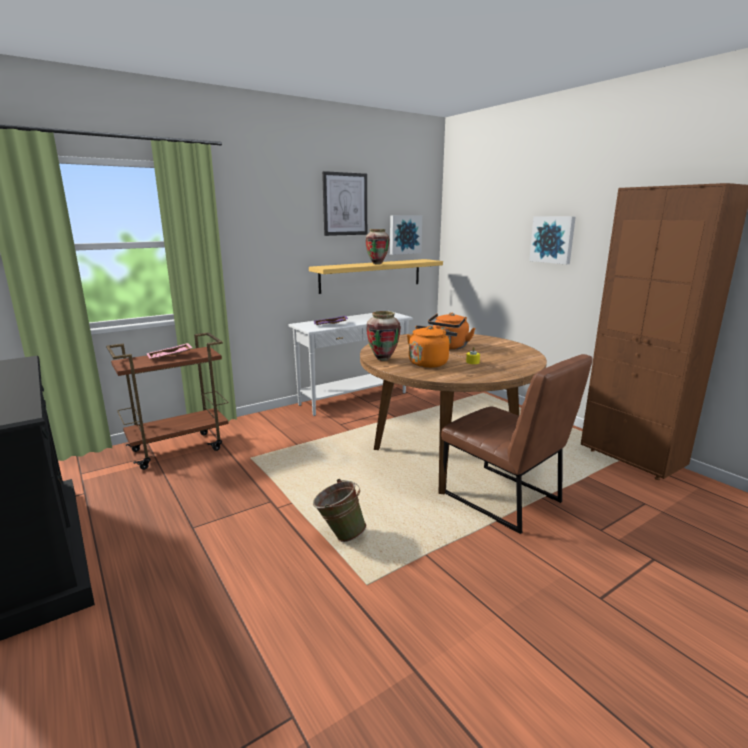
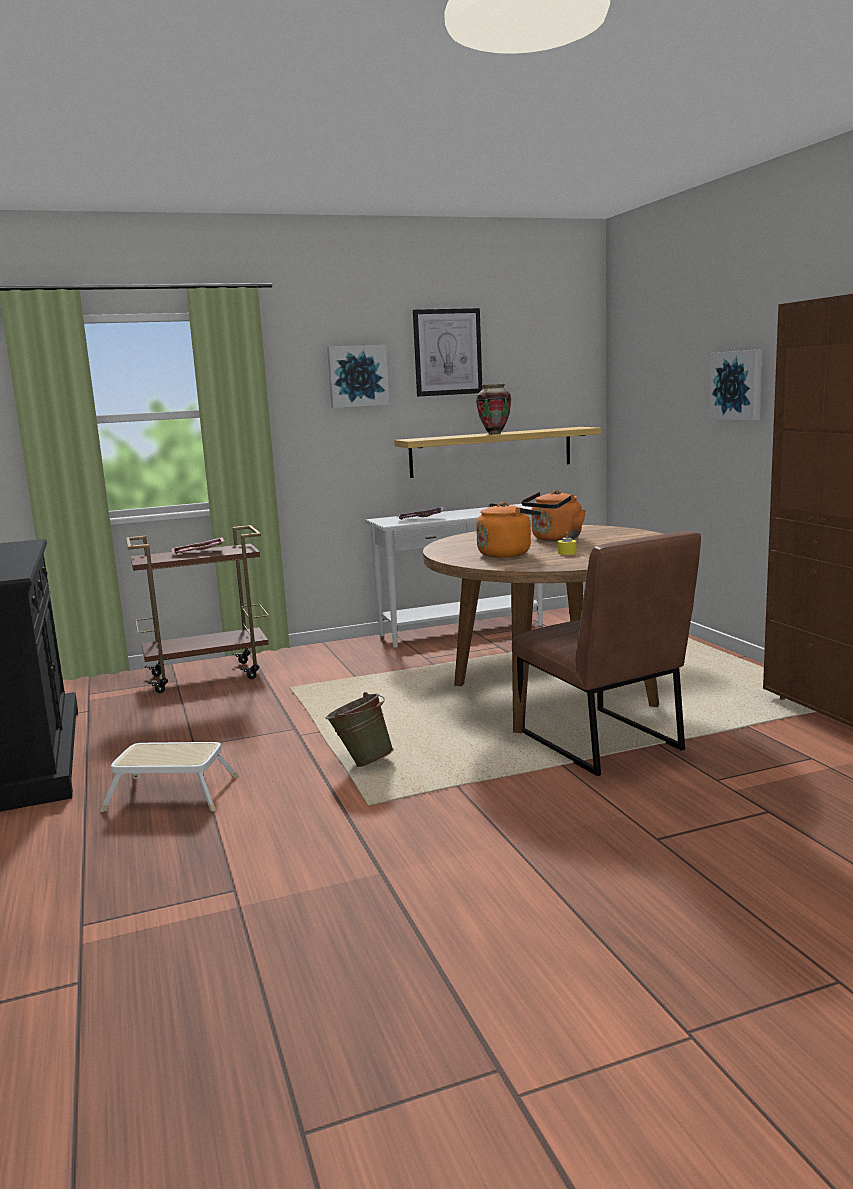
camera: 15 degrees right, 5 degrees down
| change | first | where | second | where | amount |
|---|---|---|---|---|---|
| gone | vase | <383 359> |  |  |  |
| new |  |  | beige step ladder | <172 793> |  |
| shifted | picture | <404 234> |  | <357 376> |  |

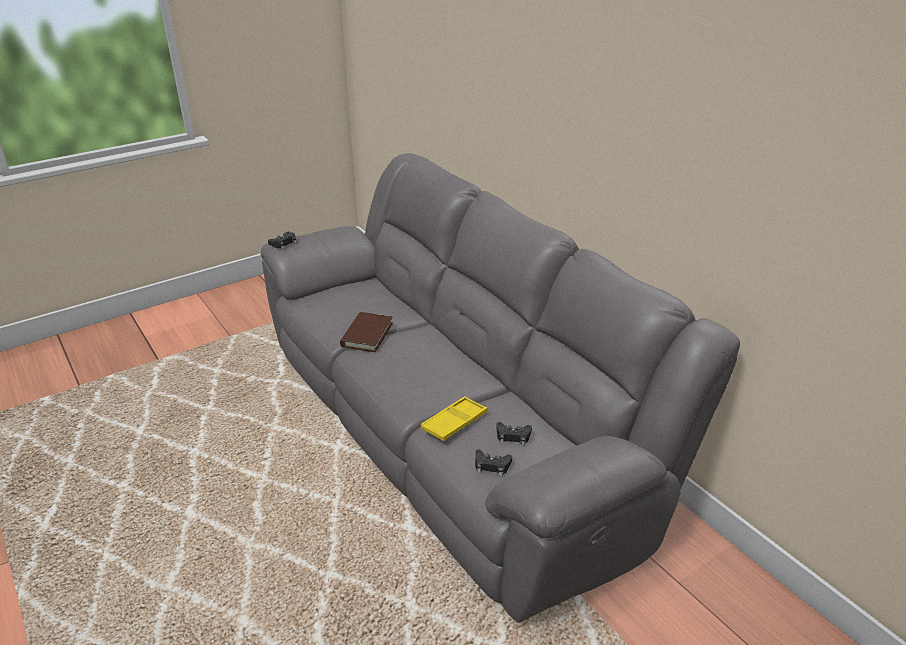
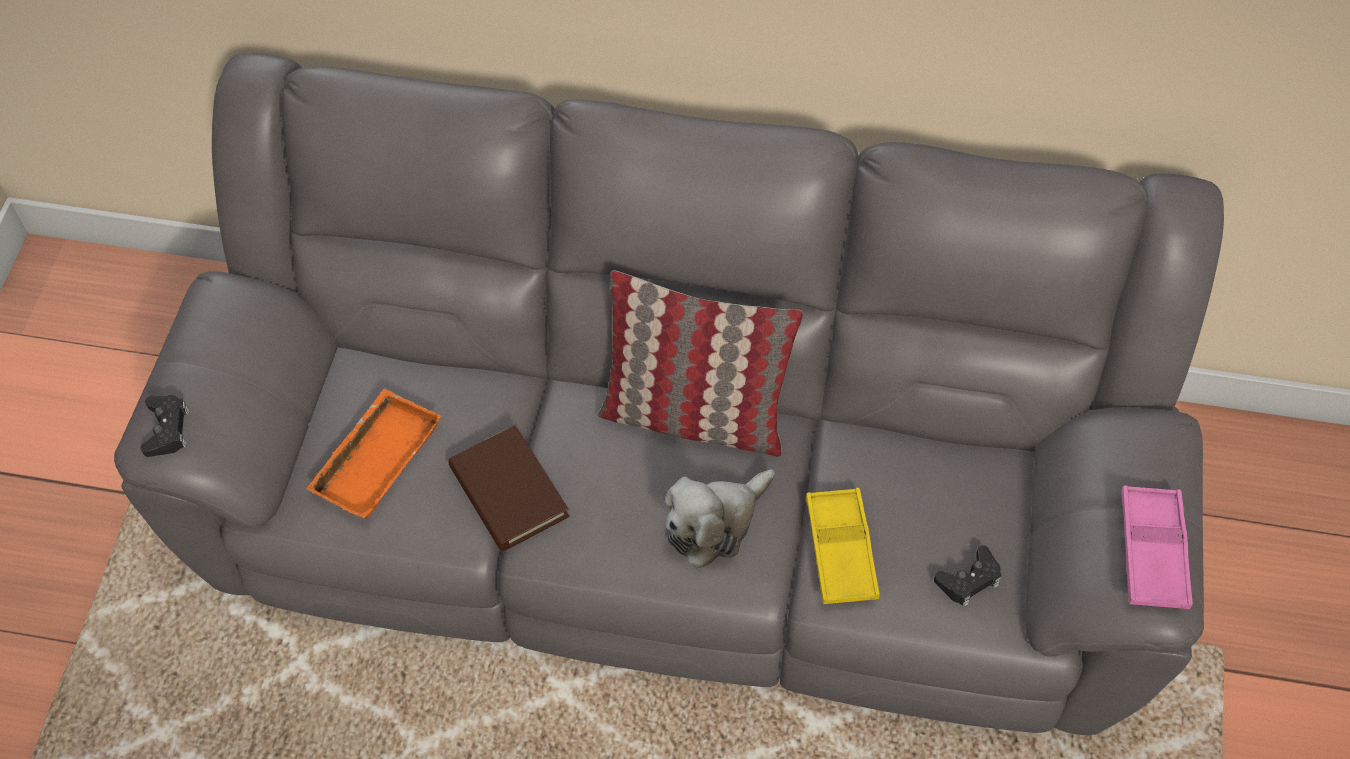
camera: 45 degrees left, 25 degrees up
| change | first | where | second | where | amount |
|---|---|---|---|---|---|
| gone | black game controller | <513 436> |  |  |  |
| new |  |  | orange tray | <375 457> |  |
| new |  |  | pillow | <694 415> |  |
| new |  |  | plush toy | <715 523> |  |
| new |  |  | pink tray | <1152 551> |  |

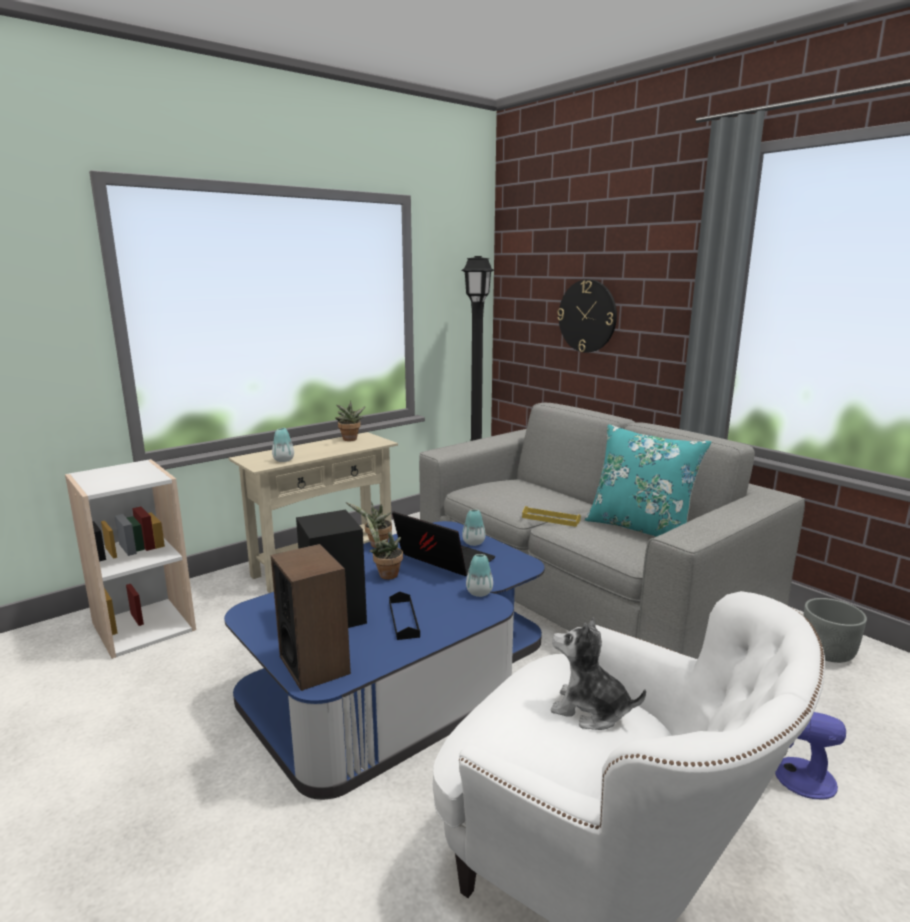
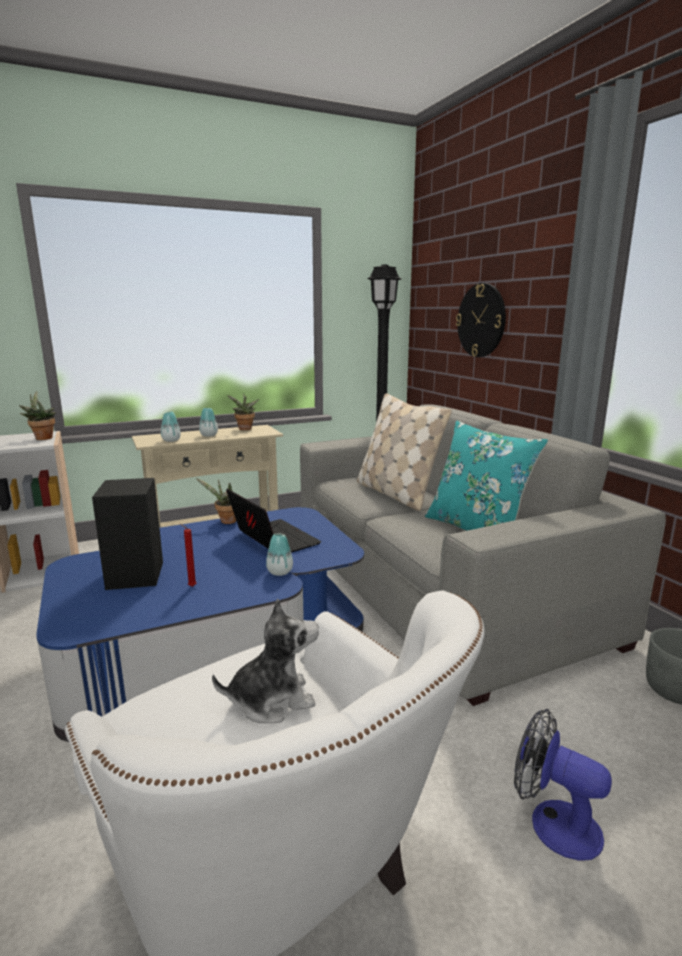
camera: 15 degrees right, 0 degrees up
| change | first | where | second | where | amount |
|---|---|---|---|---|---|
| gone | speaker | <314 664> |  |  |  |
| gone | yellow tray | <551 519> |  |  |  |
| new |  |  | beige pillow | <396 494> |  |
| shifted | potted plant | <385 575> |  | <42 438> |  |
| shifted | vase | <473 543> |  | <209 435> |  |
| swapped | black tray | <404 619> | red candle | <191 586> |  |
| rotated | plush toy | <590 710> |  | <272 700> | 120 degrees clockwise |

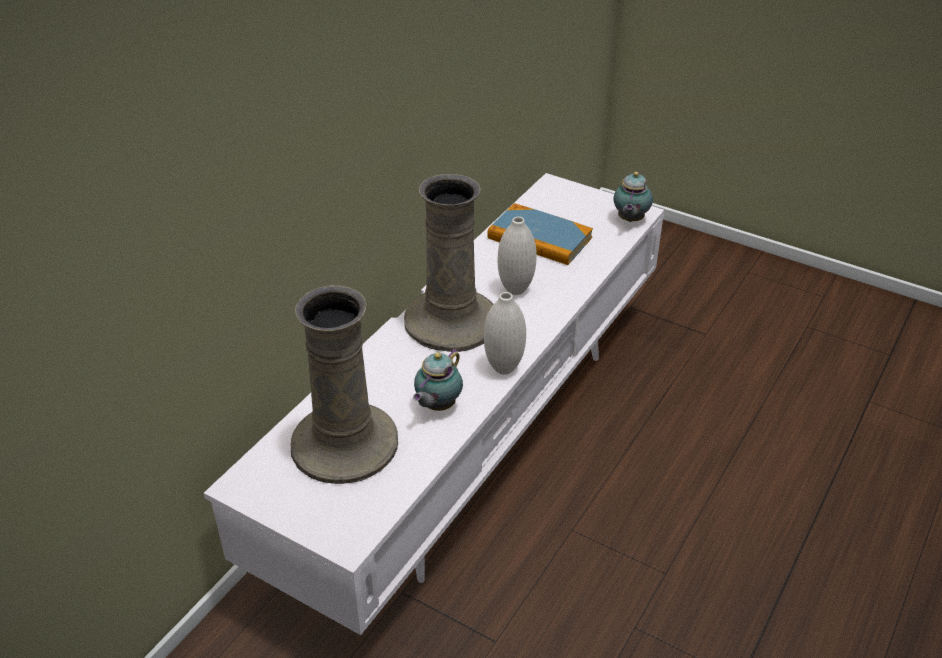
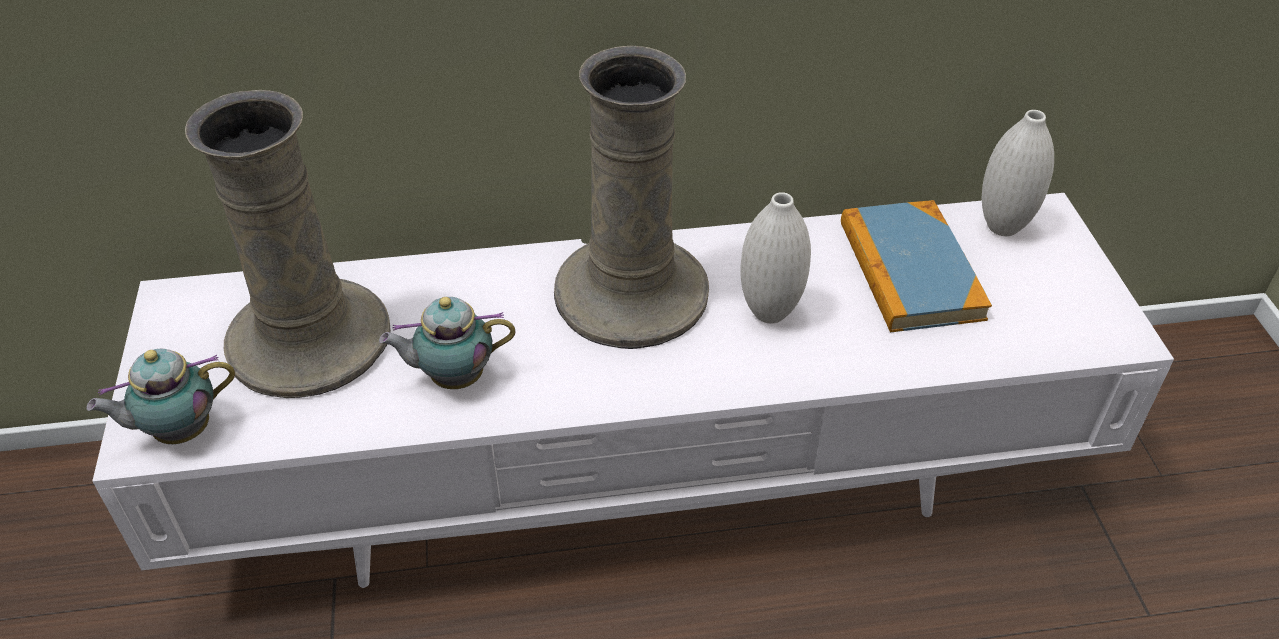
camera: 50 degrees right, 5 degrees up
| change | first | where | second | where | amount |
|---|---|---|---|---|---|
| shifted | white vase | <504 368> |  | <1003 227> |  |
| shifted | teapot | <630 220> |  | <179 431> |  |

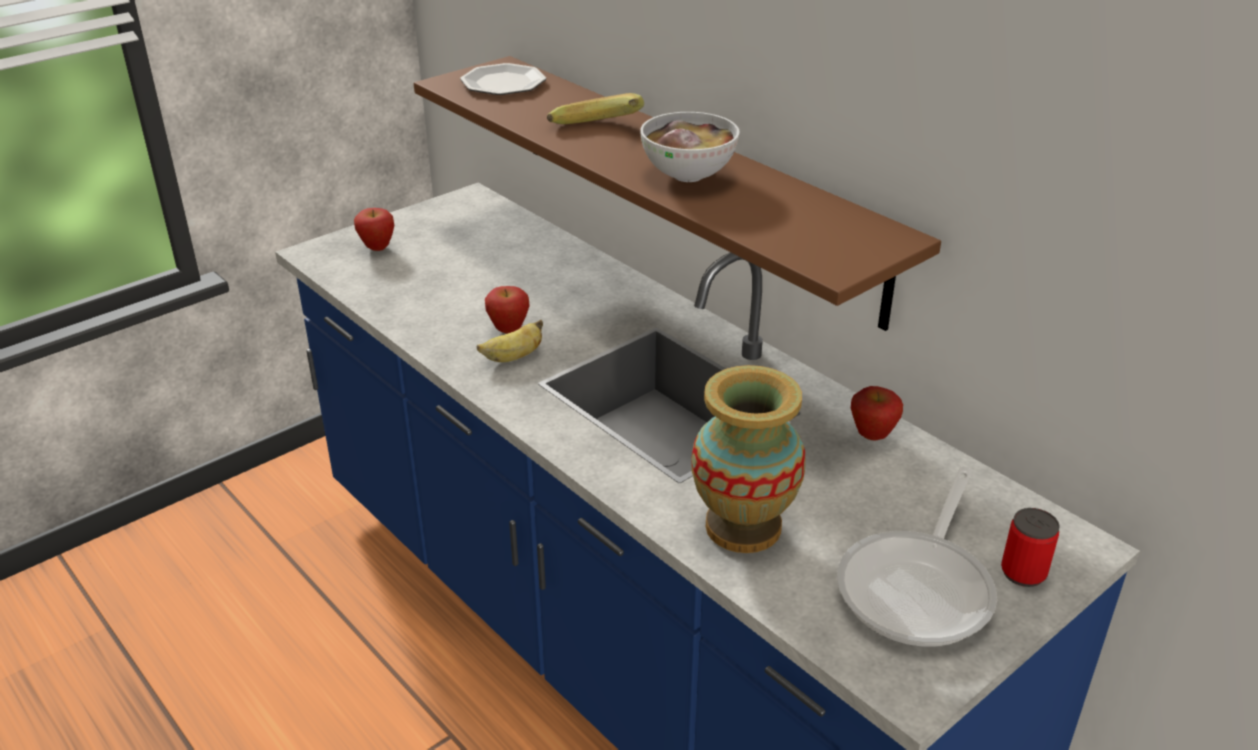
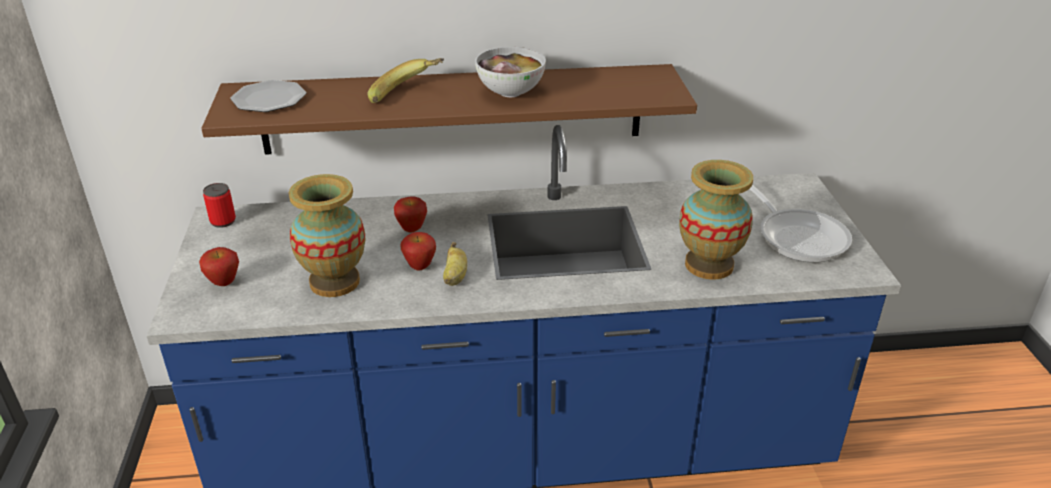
camera: 55 degrees left, 0 degrees up
| change | first | where | second | where | amount |
|---|---|---|---|---|---|
| new |  |  | vase | <335 282> |  |
| shifted | apple | <872 436> |  | <412 230> |  |
| shifted | can | <1023 572> |  | <223 221> |  |

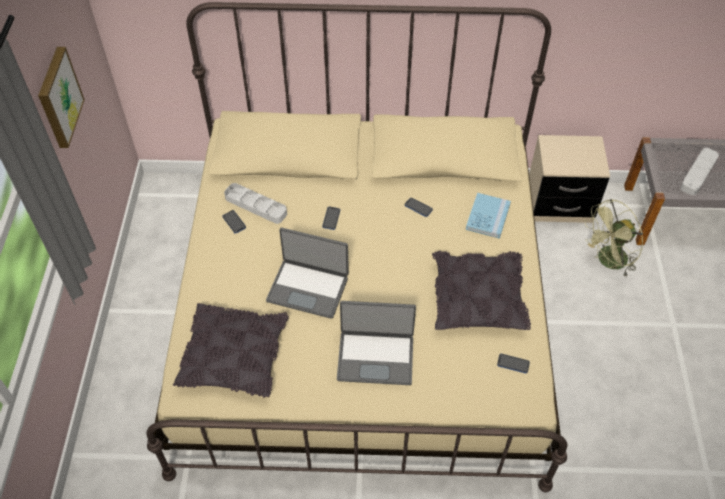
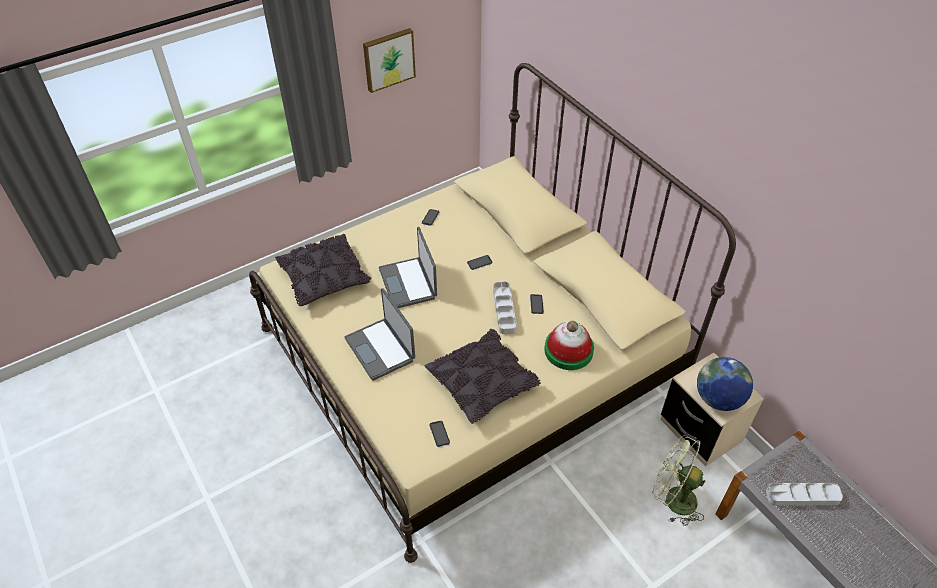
camera: 55 degrees right, 5 degrees down
| change | first | where | second | where | amount |
|---|---|---|---|---|---|
| new |  |  | globe | <718 399> |  |
| shifted | grey tray | <256 206> |  | <504 310> |  |
| swapped | blue book | <488 217> | hat | <568 350> |  |

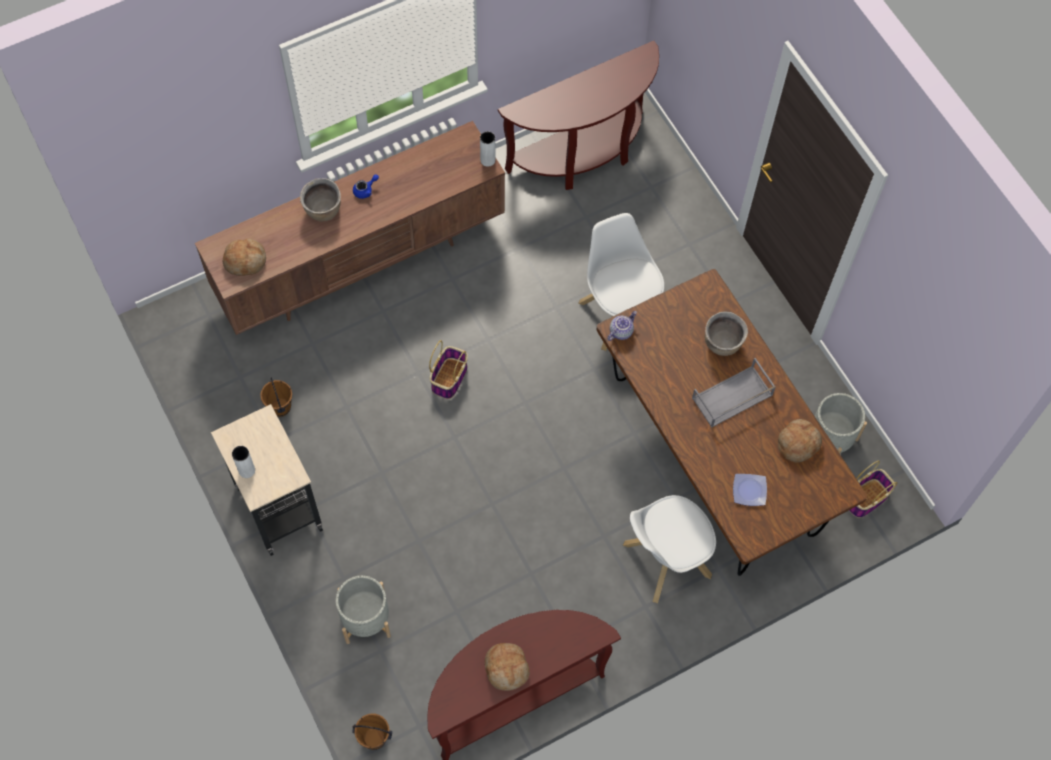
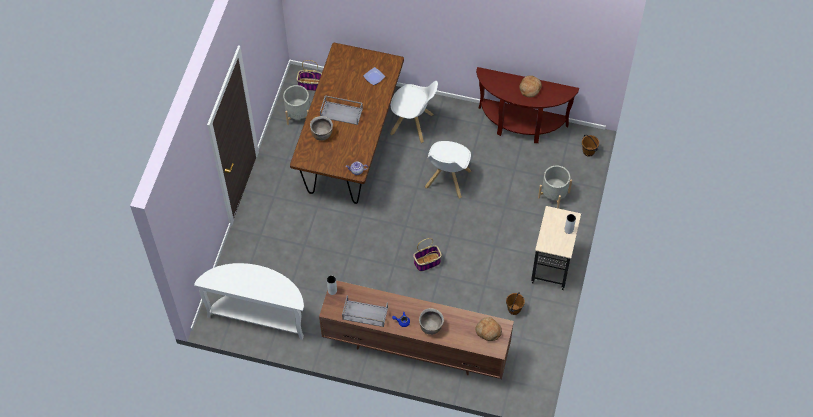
camera: 135 degrees left, 5 degrees down
| change | first | where | second | where | amount |
|---|---|---|---|---|---|
| gone | bread | <798 443> |  |  |  |
| new |  |  | grey tray | <364 314> |  |
| shifted | white chair | <619 312> |  | <447 180> |  |
| repainted | brown console table | <583 155> | white console table | <259 315> |  |

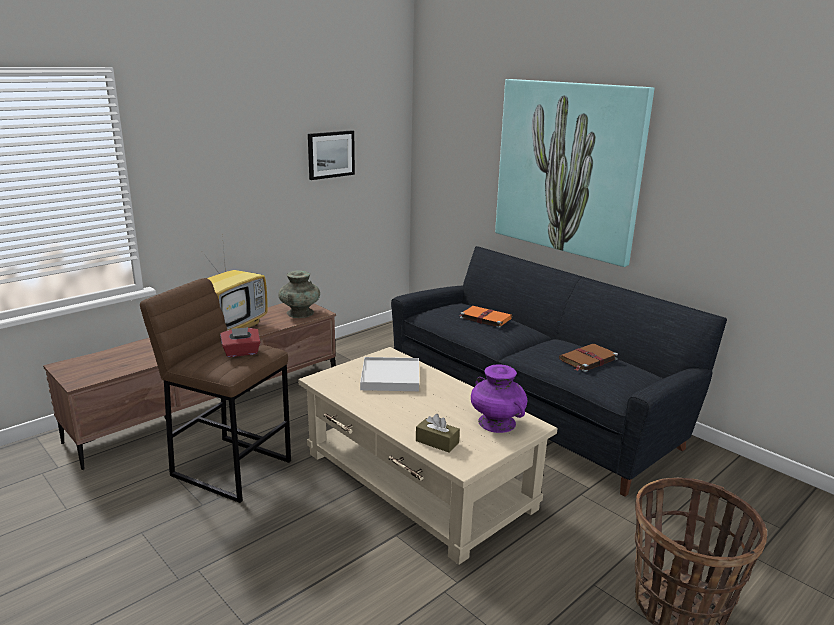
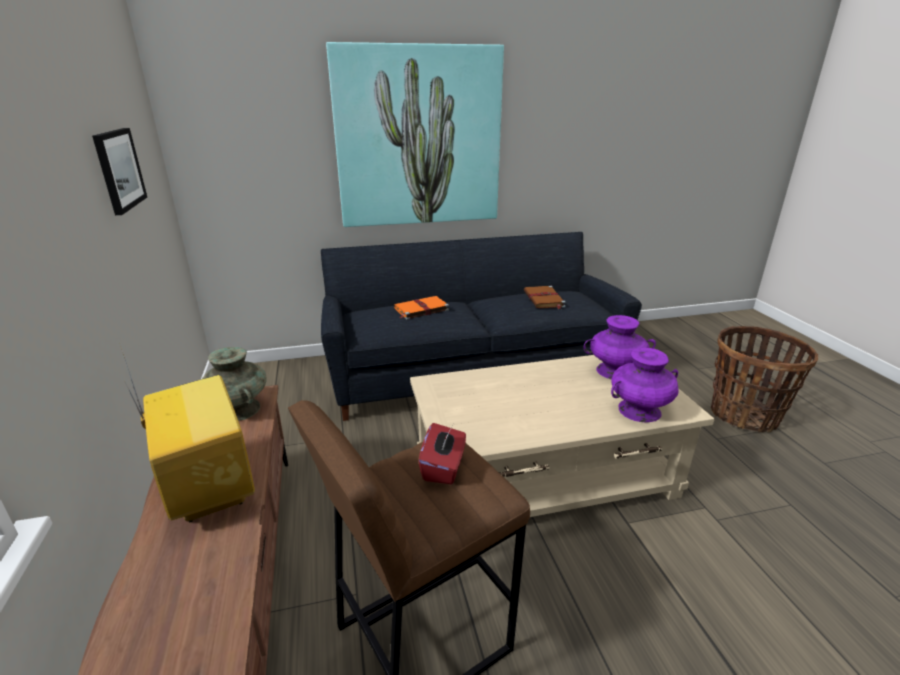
camera: 60 degrees left, 5 degrees up
| change | first | where | second | where | amount |
|---|---|---|---|---|---|
| gone | white tray | <390 377> |  |  |  |
| swapped | brown tissue box | <437 442> | purple vase | <639 410> |  |

